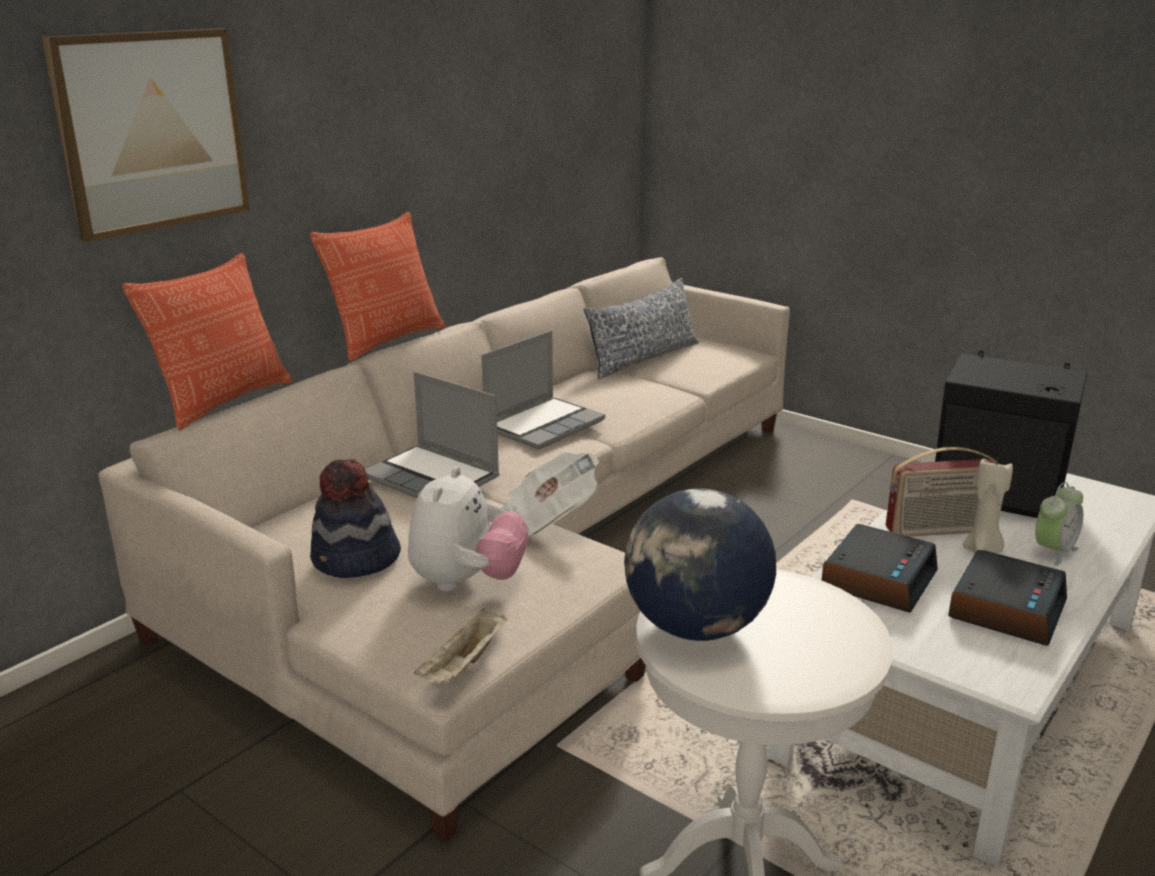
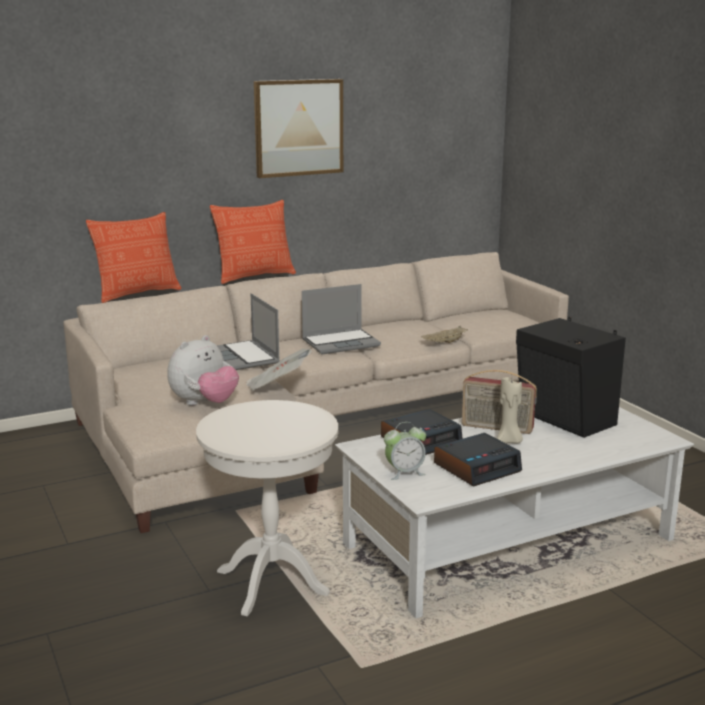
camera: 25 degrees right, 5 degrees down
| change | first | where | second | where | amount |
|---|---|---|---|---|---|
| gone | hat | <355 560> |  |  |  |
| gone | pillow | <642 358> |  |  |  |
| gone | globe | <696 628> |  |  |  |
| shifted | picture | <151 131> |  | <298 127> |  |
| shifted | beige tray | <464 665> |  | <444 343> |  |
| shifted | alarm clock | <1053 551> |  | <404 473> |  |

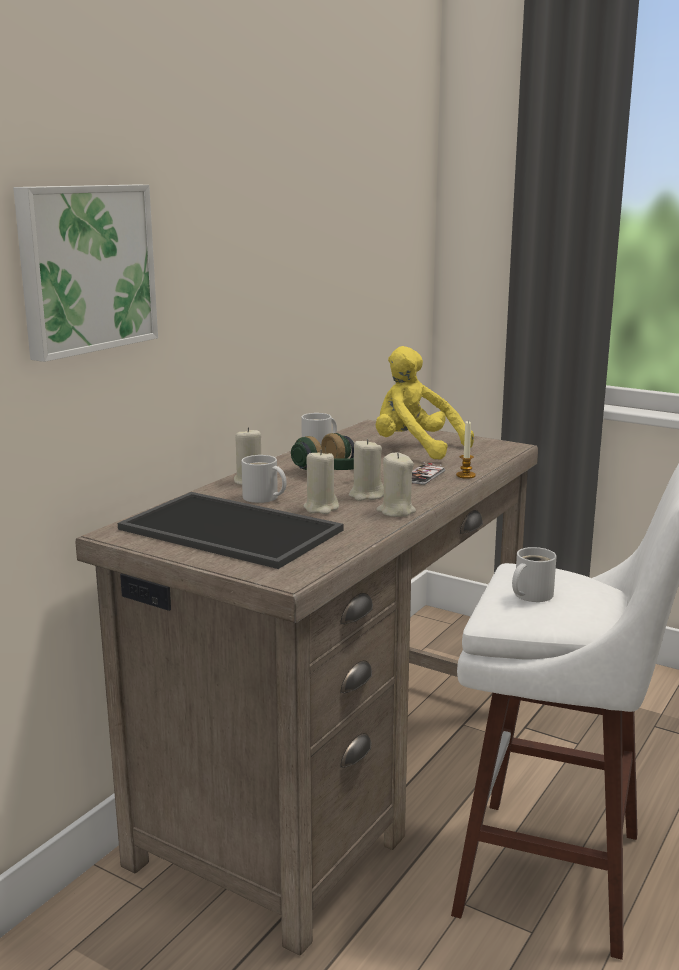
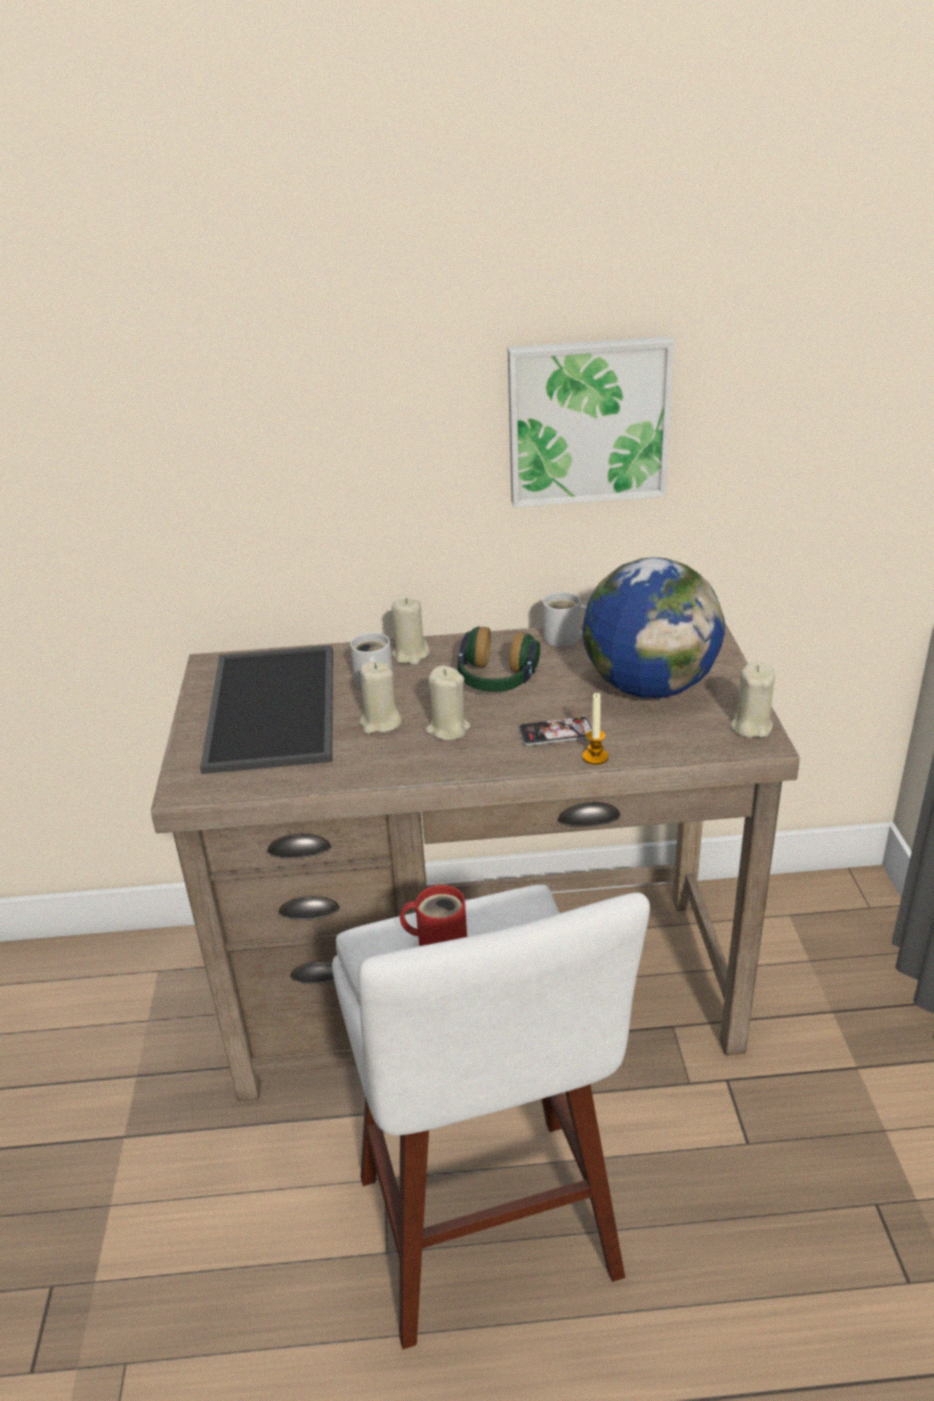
camera: 55 degrees right, 15 degrees up
| change | first | where | second | where | amount |
|---|---|---|---|---|---|
| shifted | picture | <84 268> |  | <587 421> |  |
| shifted | beige candle | <396 511> |  | <751 726> |  |
| swapped | yellow plush toy | <415 448> | globe | <649 687> |  |
| repainted | white mug | <530 595> | red mug | <438 940> |  |

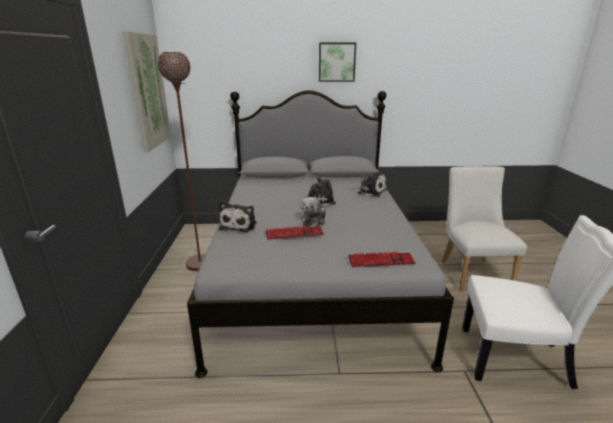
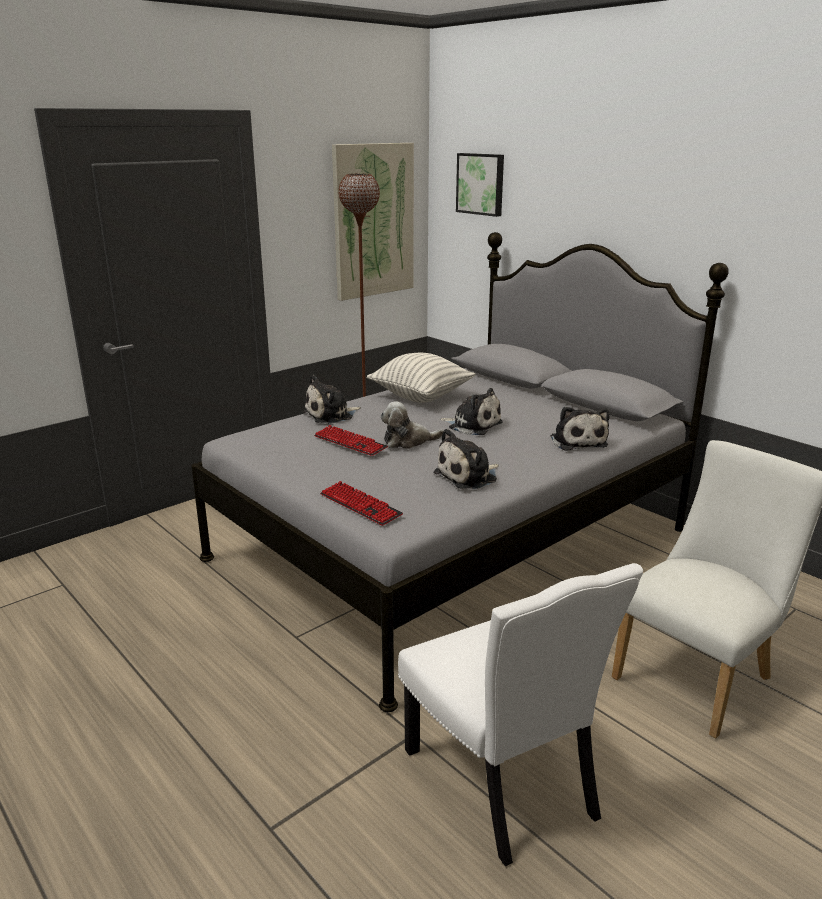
camera: 50 degrees right, 0 degrees up
| change | first | where | second | where | amount |
|---|---|---|---|---|---|
| new |  |  | pillow | <421 397> |  |
| new |  |  | plush toy | <469 476> |  |
| shifted | picture | <336 62> |  | <481 184> |  |

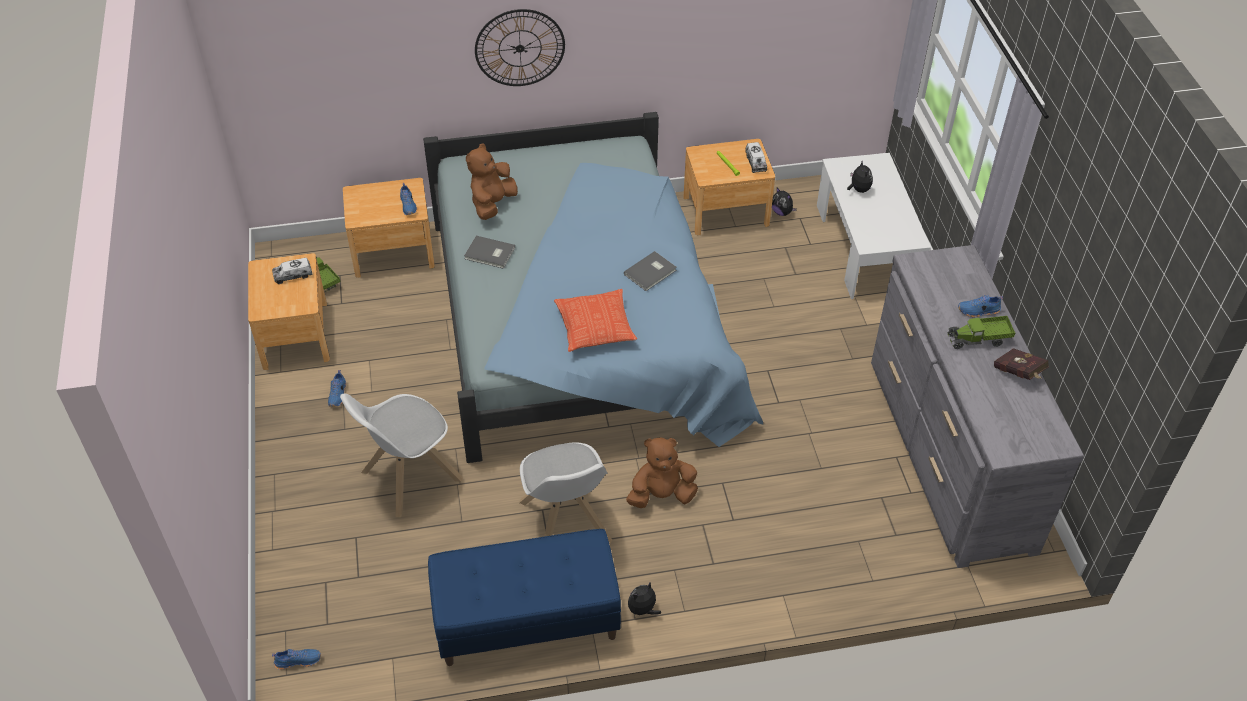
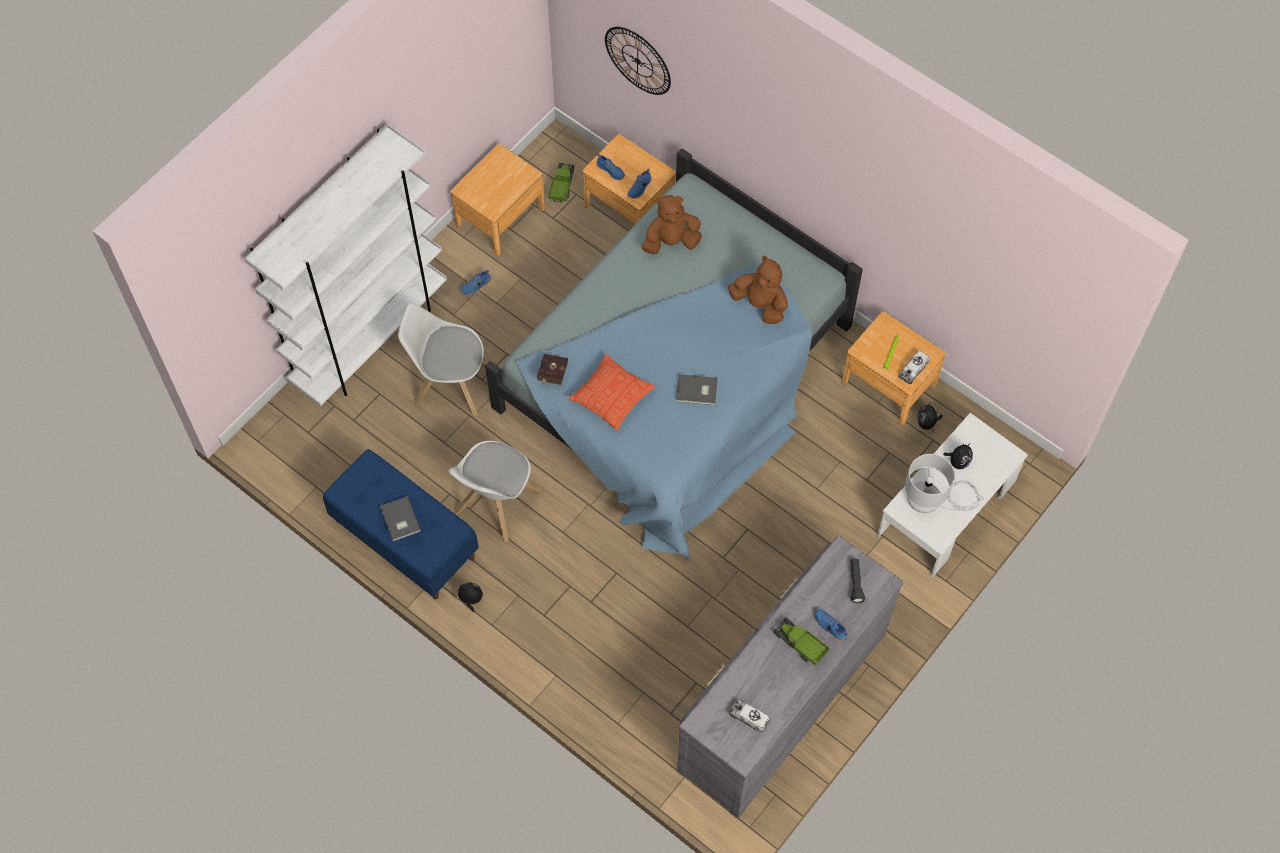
camera: 50 degrees right, 15 degrees up
| change | first | where | second | where | amount |
|---|---|---|---|---|---|
| new |  |  | white bookcase | <370 338> |  |
| new |  |  | black flashlight | <855 583> |  |
| new |  |  | grey table lamp | <938 500> |  |
| shifted | toy truck | <293 275> |  | <749 718> |  |
| shifted | blue shoe | <298 660> |  | <611 170> |  |
| shifted | grey book | <490 254> |  | <399 520> |  |
| shifted | wall clock | <520 48> |  | <637 60> |  |
| shifted | brown plush toy | <661 495> |  | <760 304> |  |
| shifted | red book | <1019 374> |  | <552 375> |  |

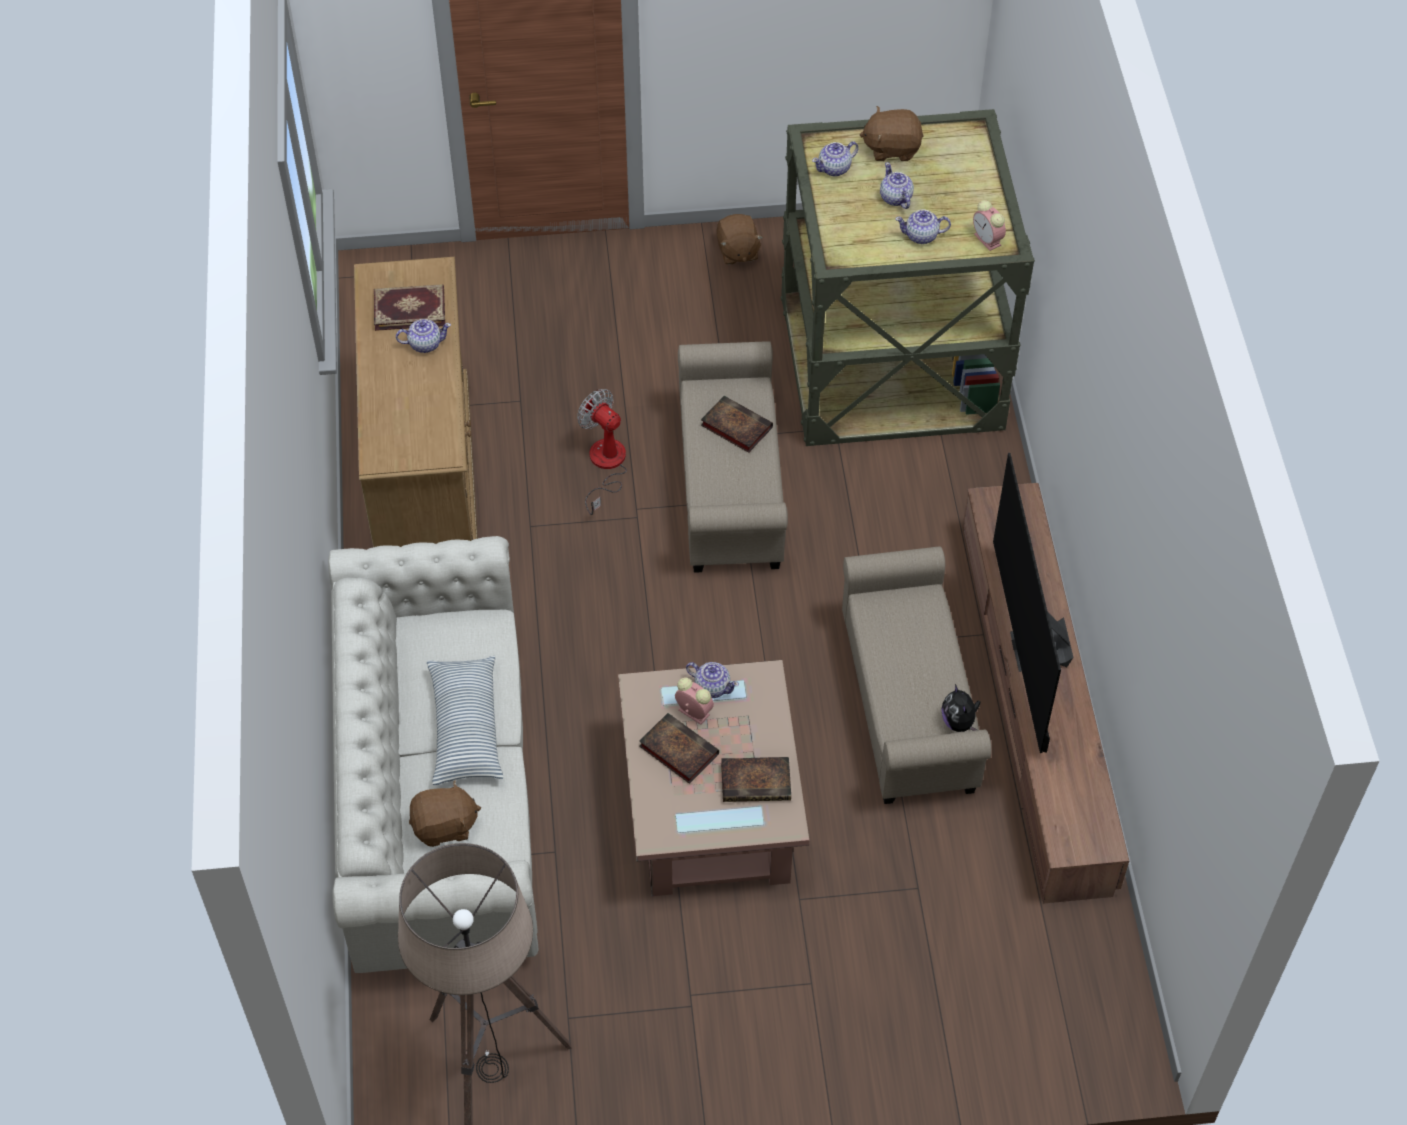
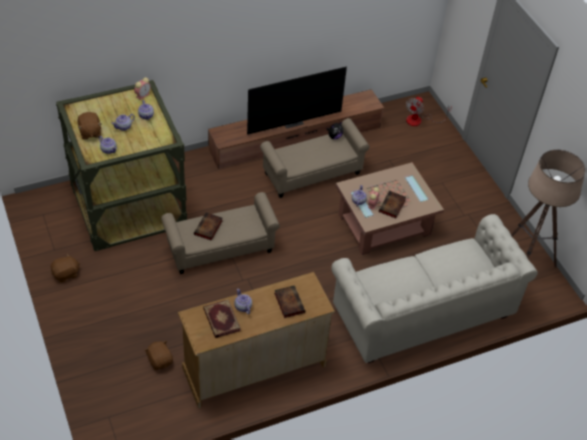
camera: 110 degrees left, 5 degrees down
| change | first | where | second | where | amount |
|---|---|---|---|---|---|
| gone | pillow | <465 727> |  |  |  |
| shifted | brown plush toy | <445 826> |  | <160 360> |  |
| shifted | fan | <605 466> |  | <419 120> |  |
| shifted | book | <757 781> |  | <288 302> |  |

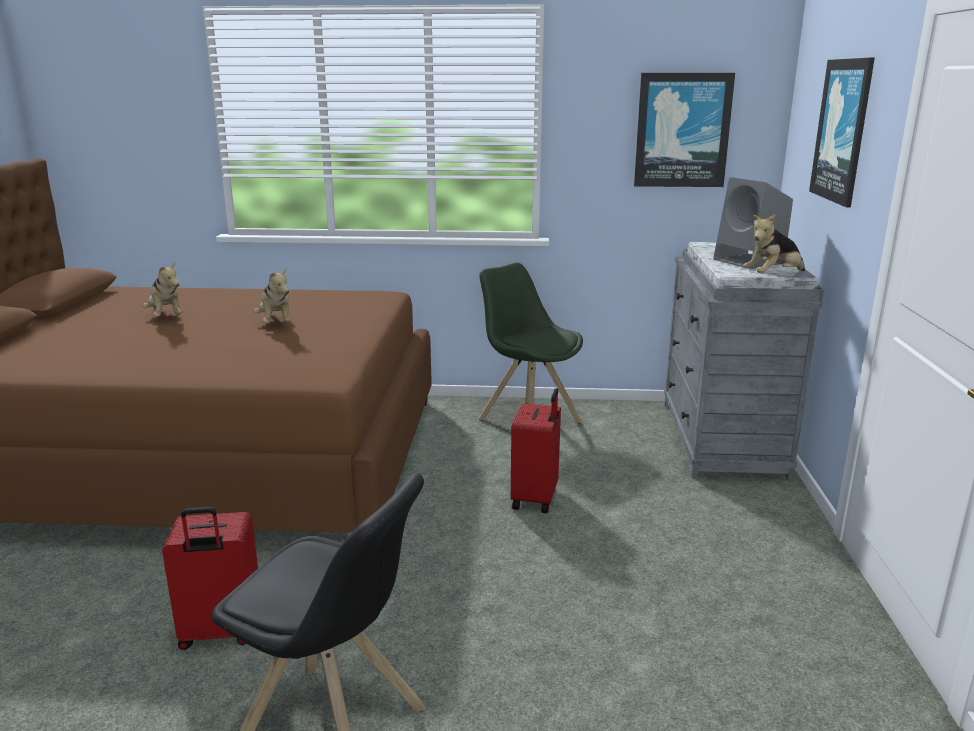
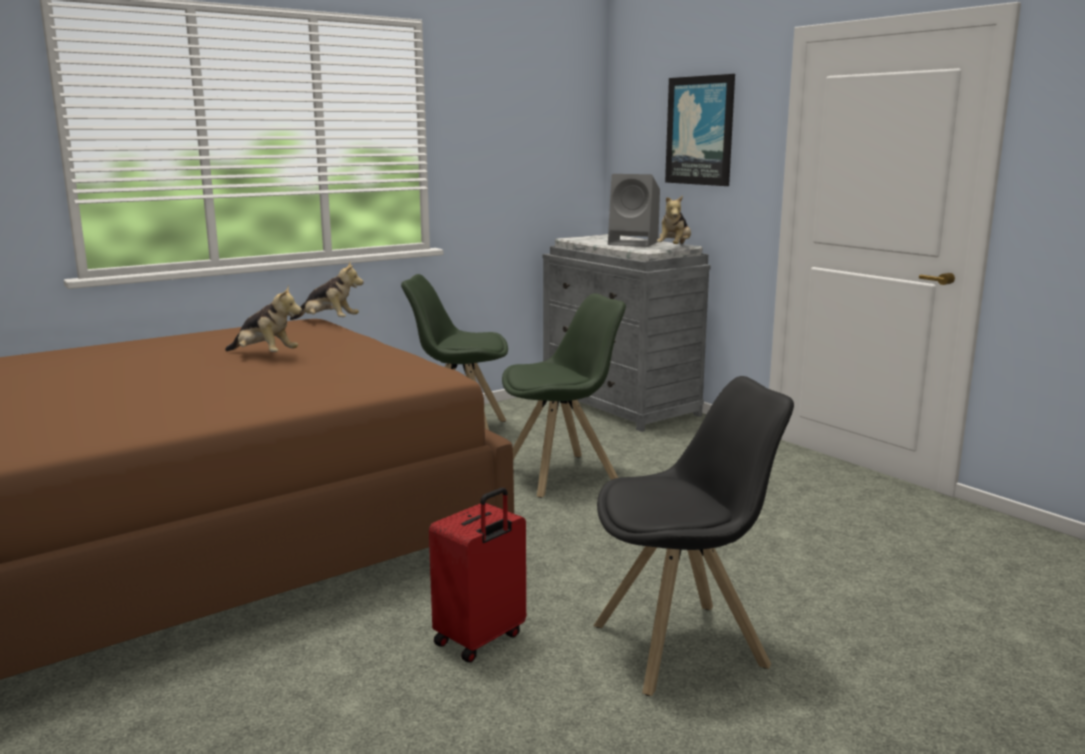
camera: 40 degrees left, 5 degrees down
| change | first | where | second | where | amount |
|---|---|---|---|---|---|
| gone | picture | <682 130> |  |  |  |
| shifted | plush toy | <166 316> |  | <328 322> |  |
| swapped | red suitcase | <536 499> | green chair | <561 475> |  |

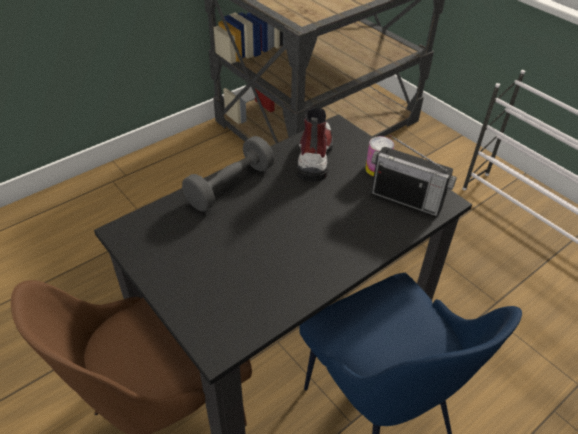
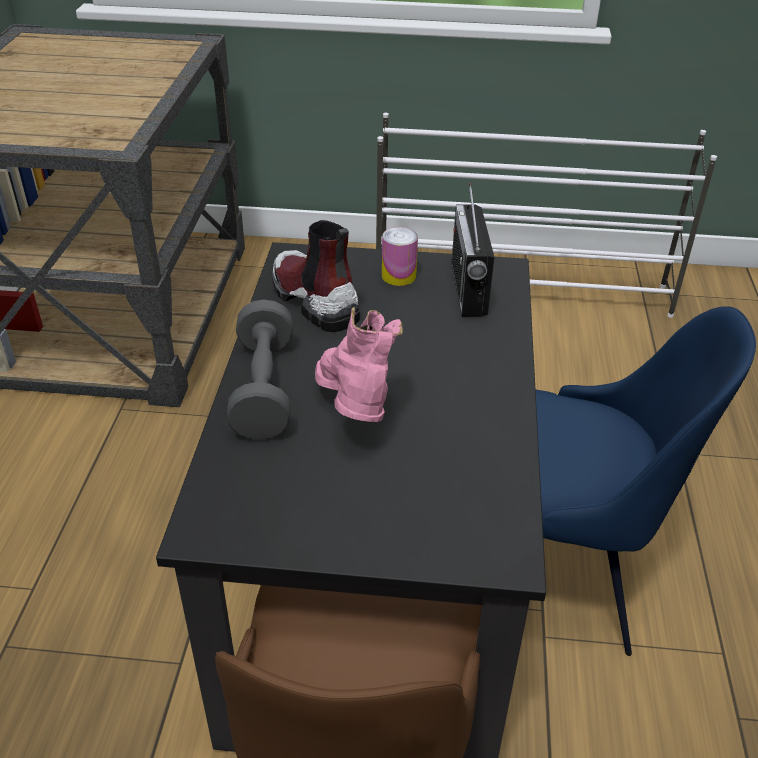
camera: 45 degrees left, 5 degrees down
| change | first | where | second | where | amount |
|---|---|---|---|---|---|
| new |  |  | pink boot | <355 410> |  |
| rotated | radio | <406 199> |  | <468 289> | 105 degrees clockwise |

